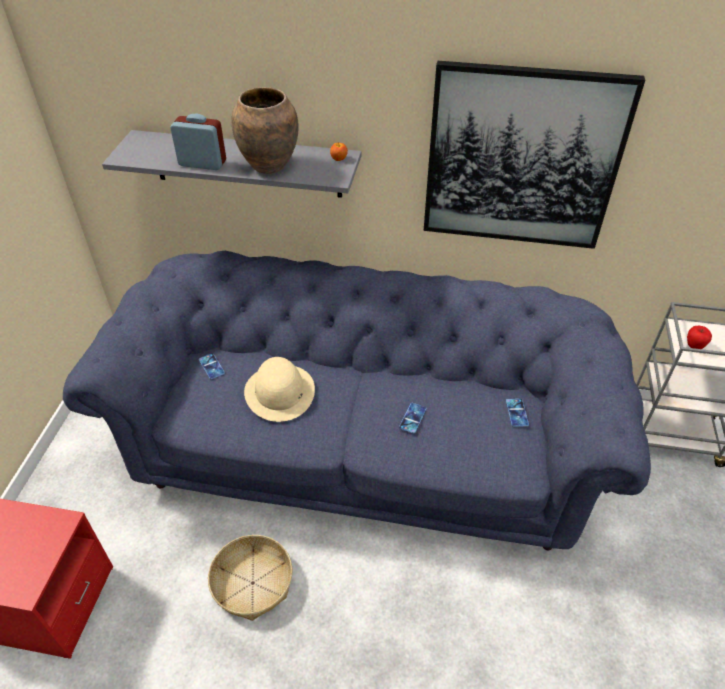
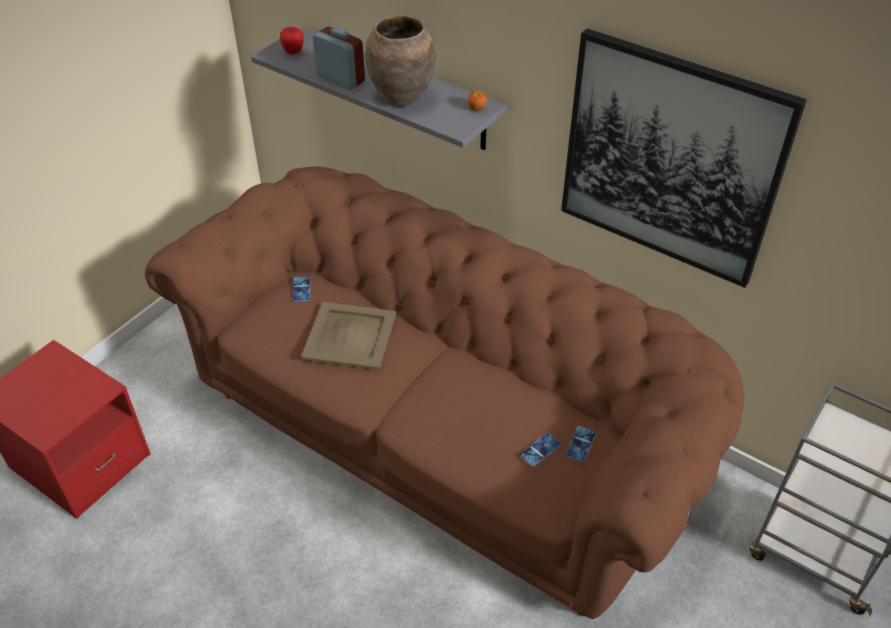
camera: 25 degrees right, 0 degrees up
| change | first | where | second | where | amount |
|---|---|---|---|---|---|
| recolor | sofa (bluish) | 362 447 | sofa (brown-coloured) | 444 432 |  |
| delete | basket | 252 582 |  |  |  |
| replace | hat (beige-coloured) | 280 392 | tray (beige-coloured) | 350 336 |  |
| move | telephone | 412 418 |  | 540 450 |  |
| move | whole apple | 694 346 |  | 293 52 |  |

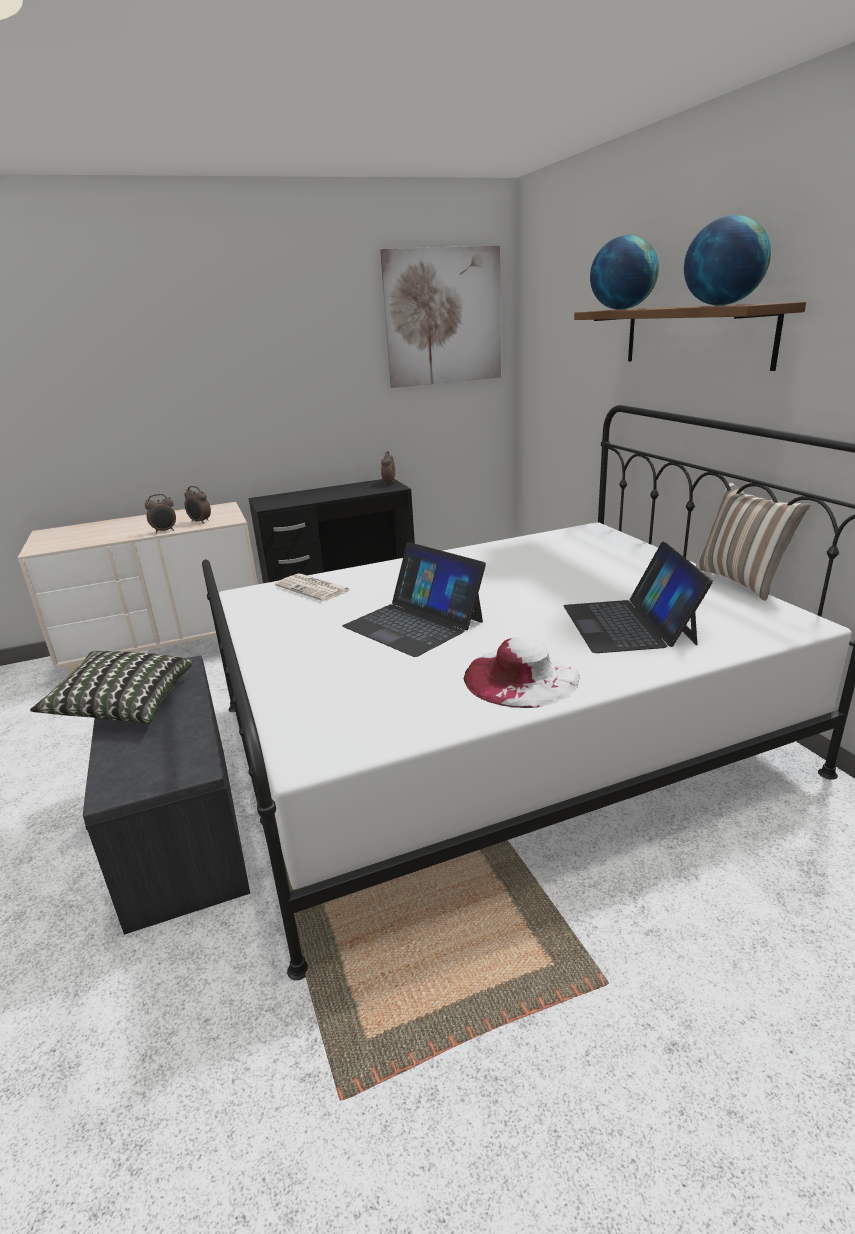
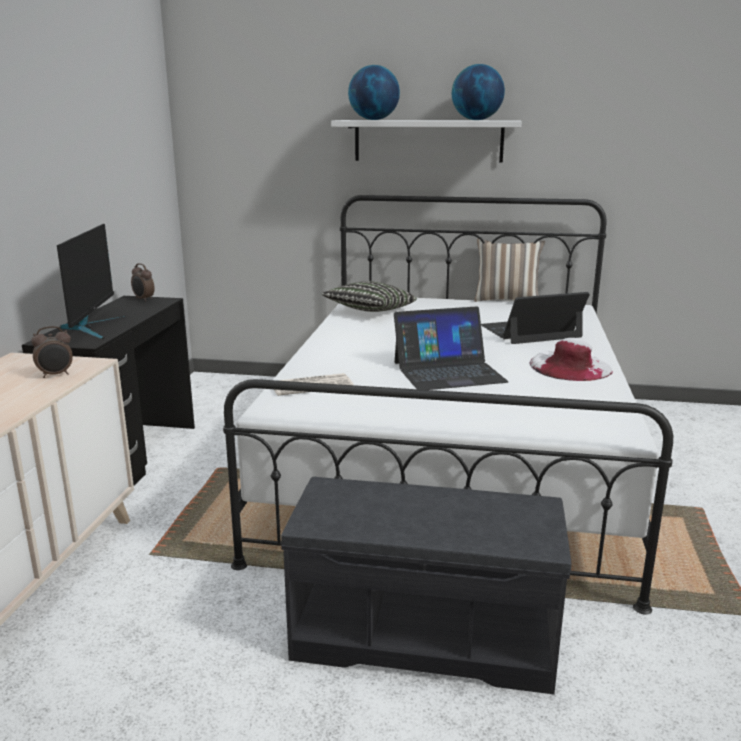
camera: 60 degrees left, 5 degrees down
| change | first | where | second | where | amount |
|---|---|---|---|---|---|
| move | pillow | 124 705 |  | 369 311 |  |
| delete | bedside clock | 165 531 |  |  |  |
| delete | wall picture | 443 317 |  |  |  |
| rotate | portable computer | 628 624 |  | 530 331 | 135 degrees clockwise |
| recolor | bracket shelf (brown-coloured) | 695 336 | bracket shelf (white-coloured) | 428 141 |  |
| insert |  |  | computer screen | 92 327 |  |

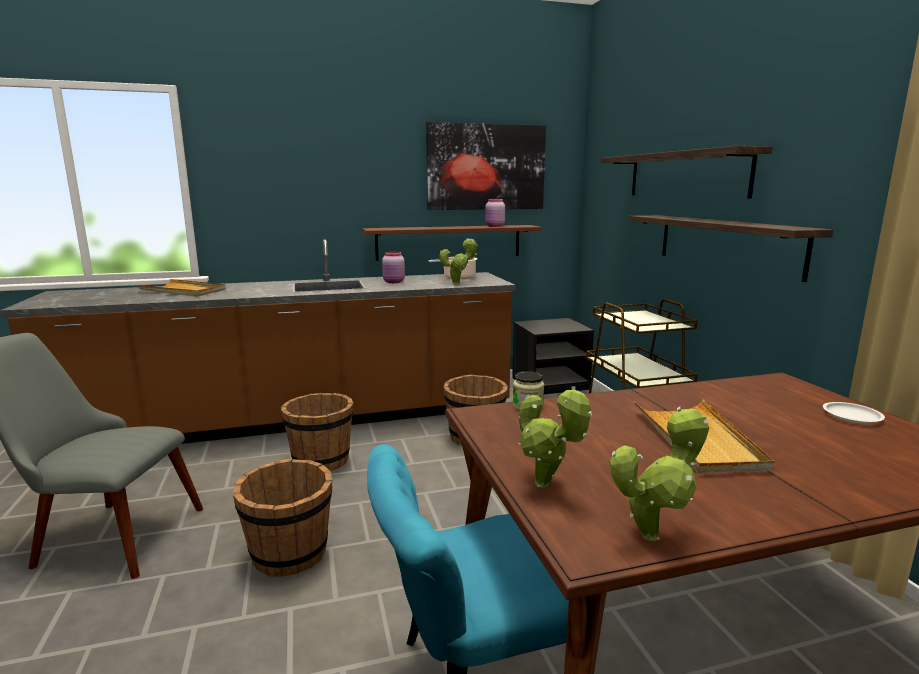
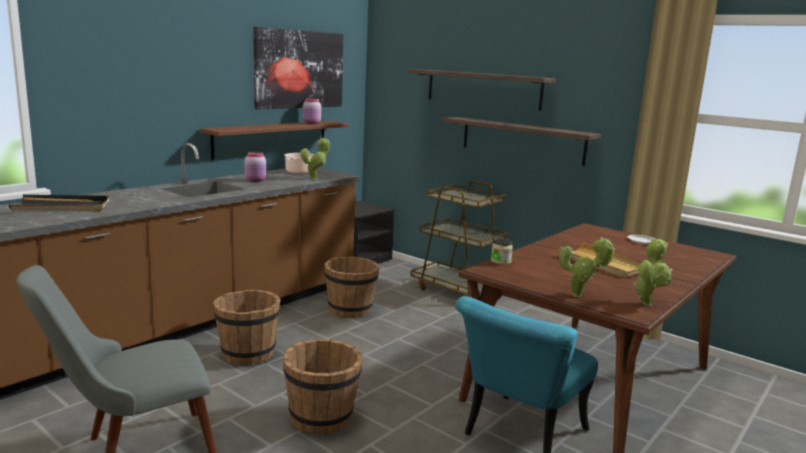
camera: 35 degrees left, 0 degrees up
| change | first | where | second | where | amount |
|---|---|---|---|---|---|
| recolor | tray (beige-coloured) | 183 291 | tray (black) | 62 207 |  |

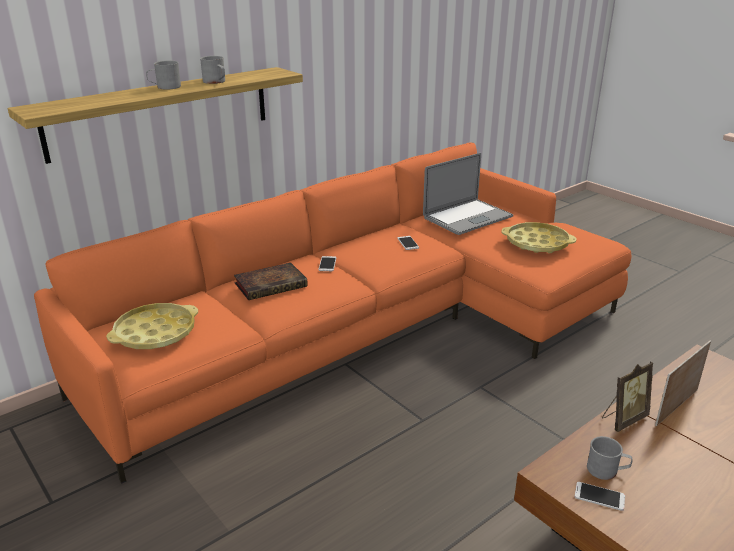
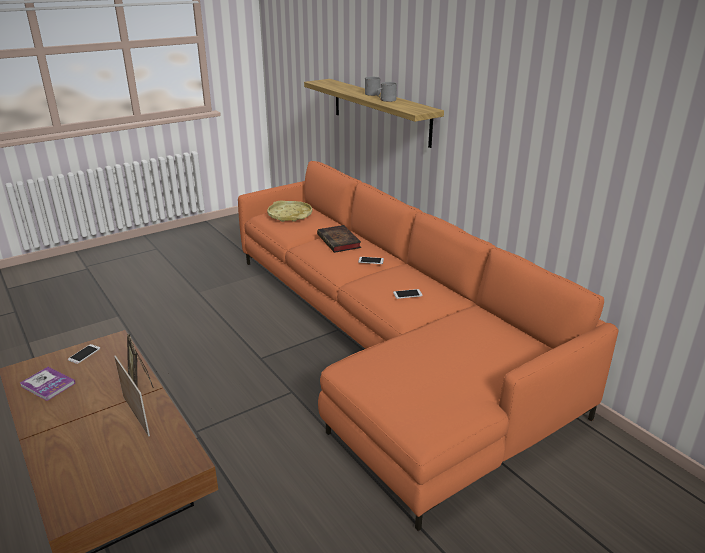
camera: 95 degrees right, 0 degrees up
| change | first | where | second | where | amount |
|---|---|---|---|---|---|
| delete | portable computer | 467 217 |  |  |  |
| delete | tray (yellowish) | 537 243 |  |  |  |
| delete | mug (greyish) | 607 470 |  |  |  |
| insert |  |  | volume | 48 384 |  |

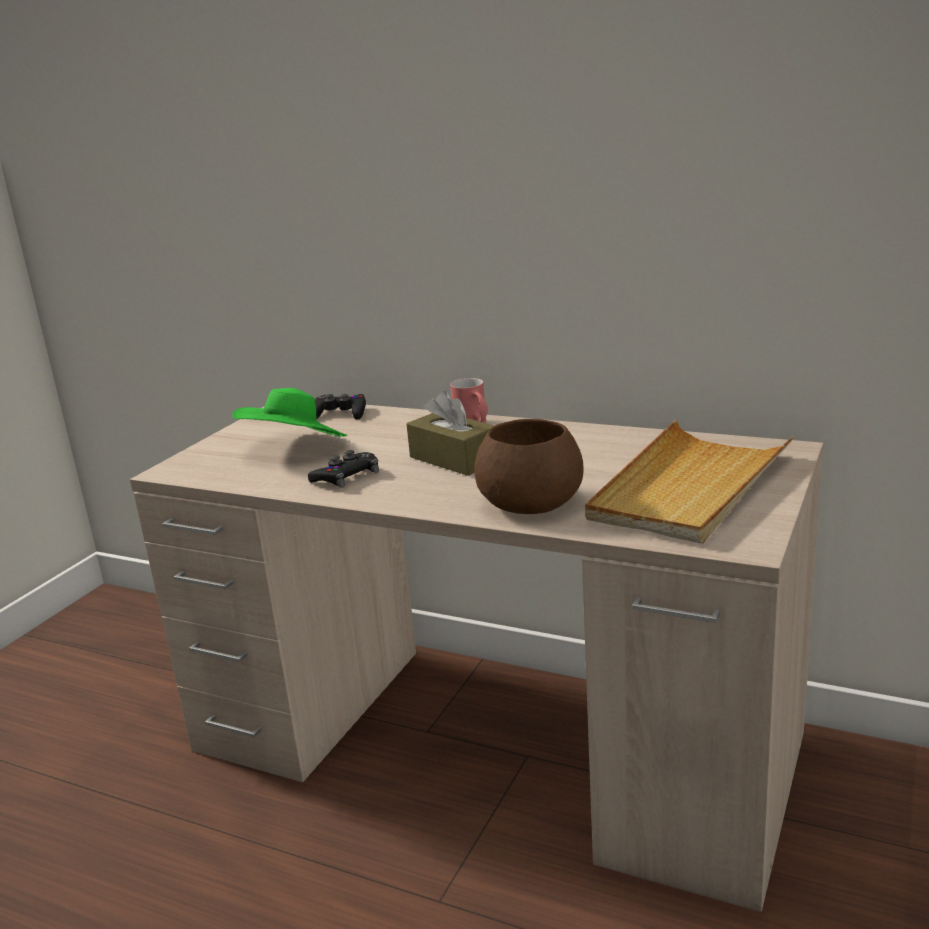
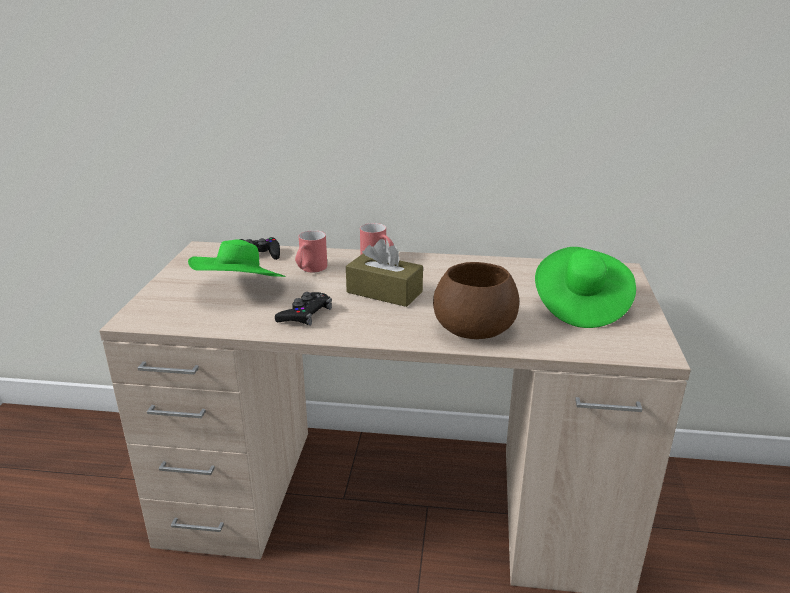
camera: 20 degrees left, 5 degrees up
| change | first | where | second | where | amount |
|---|---|---|---|---|---|
| replace | tray (beige-coloured) | 690 487 | hat (green-coloured) | 580 306 |  |
| insert |  |  | mug (red) | 310 270 |  |

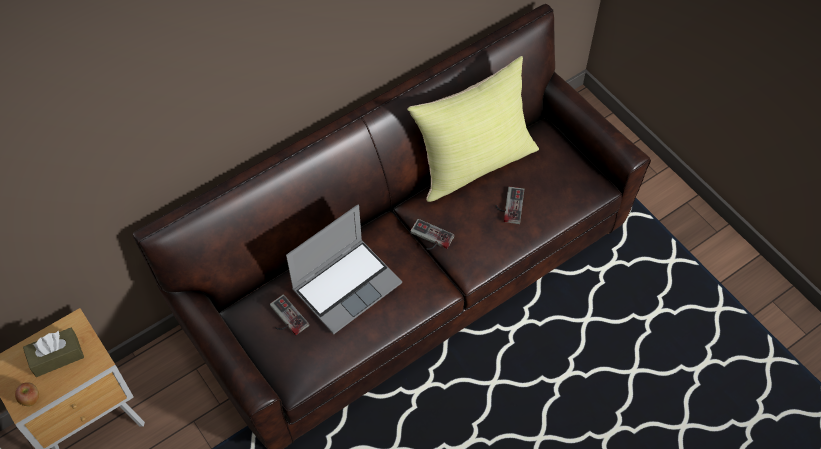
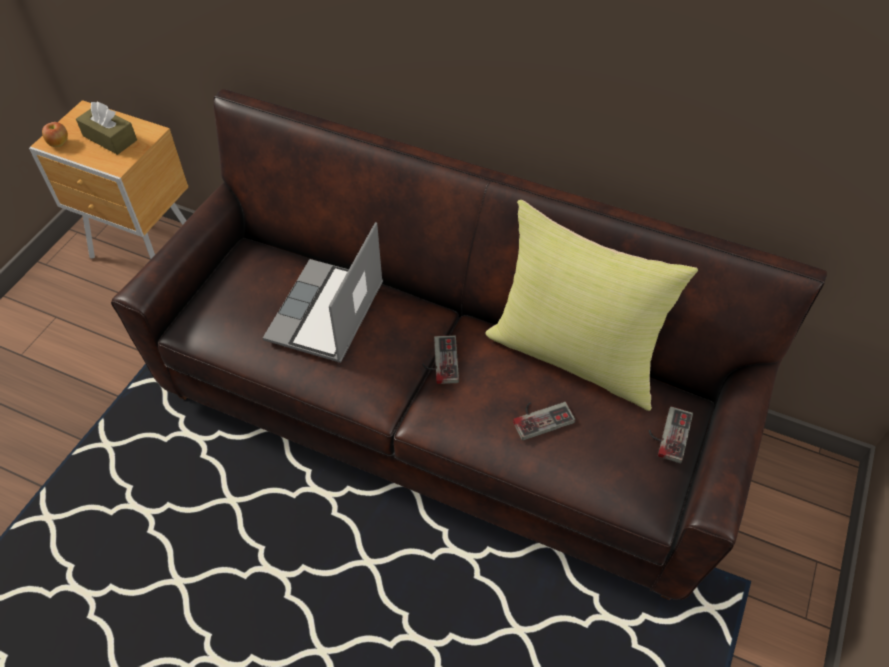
camera: 60 degrees right, 5 degrees down
| change | first | where | second | where | amount |
|---|---|---|---|---|---|
| move | joypad | 285 318 |  | 667 433 |  |
| rotate | portable computer | 347 285 |  | 327 314 | 90 degrees clockwise |

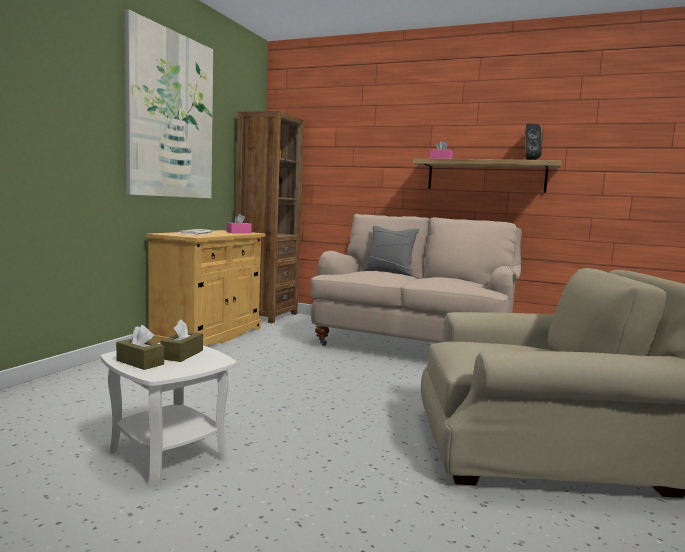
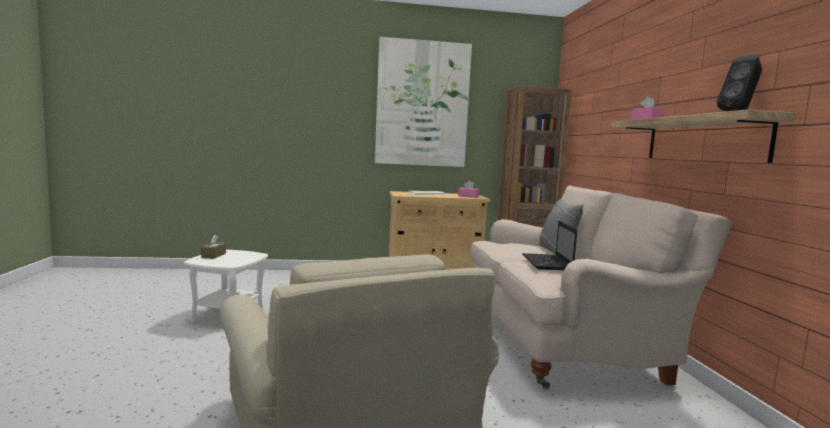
camera: 60 degrees right, 0 degrees up
| change | first | where | second | where | amount |
|---|---|---|---|---|---|
| delete | tissue holder (brown-coloured) | 182 354 |  |  |  |
| insert |  |  | portable computer | 547 263 |  |

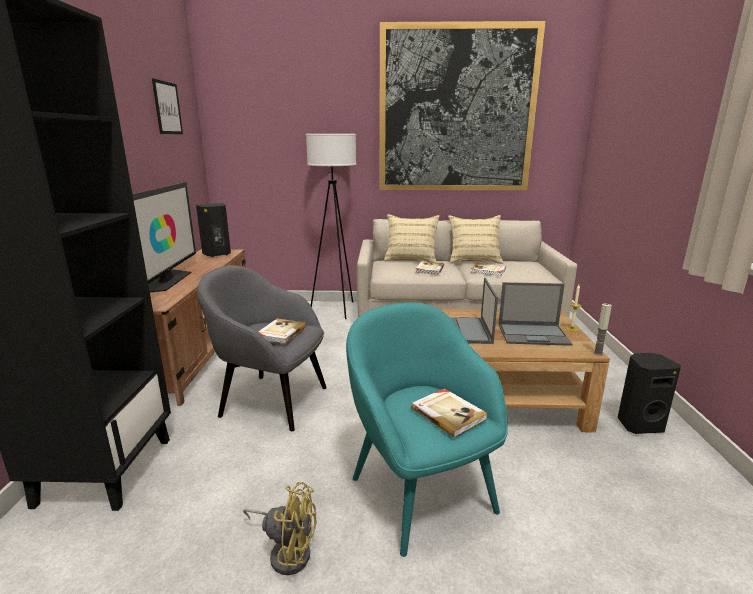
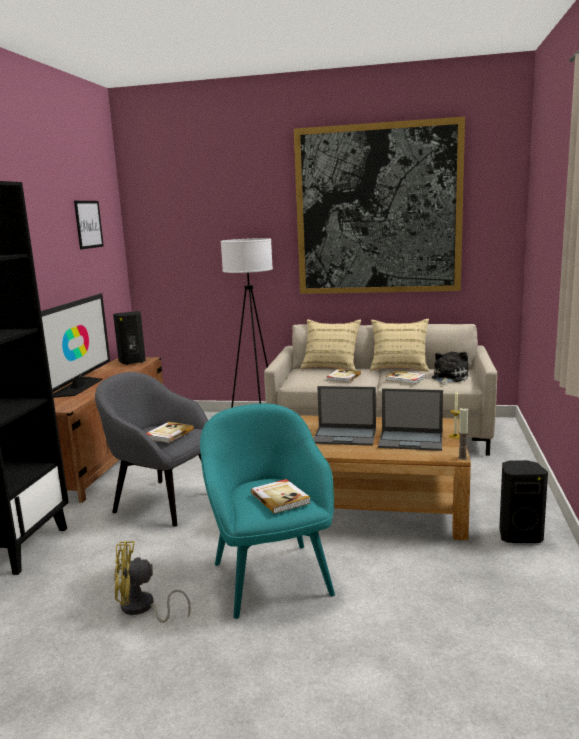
camera: 10 degrees right, 5 degrees down
| change | first | where | second | where | amount |
|---|---|---|---|---|---|
| rotate | fan (yellowish) | 287 551 |  | 142 608 | 150 degrees clockwise |
| rotate | portable computer | 465 331 |  | 345 436 | 90 degrees counterclockwise |
| insert |  |  | soft toy | 448 378 |  |

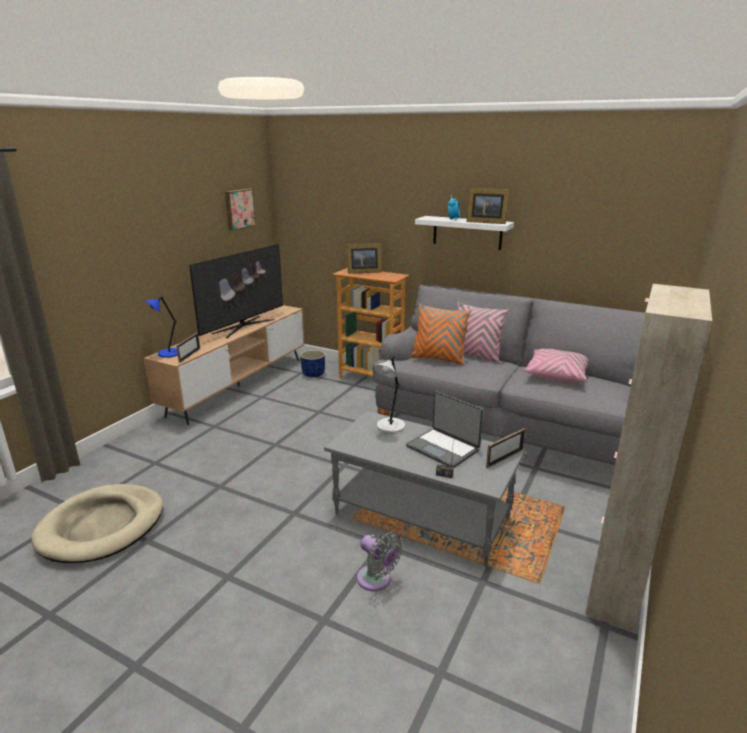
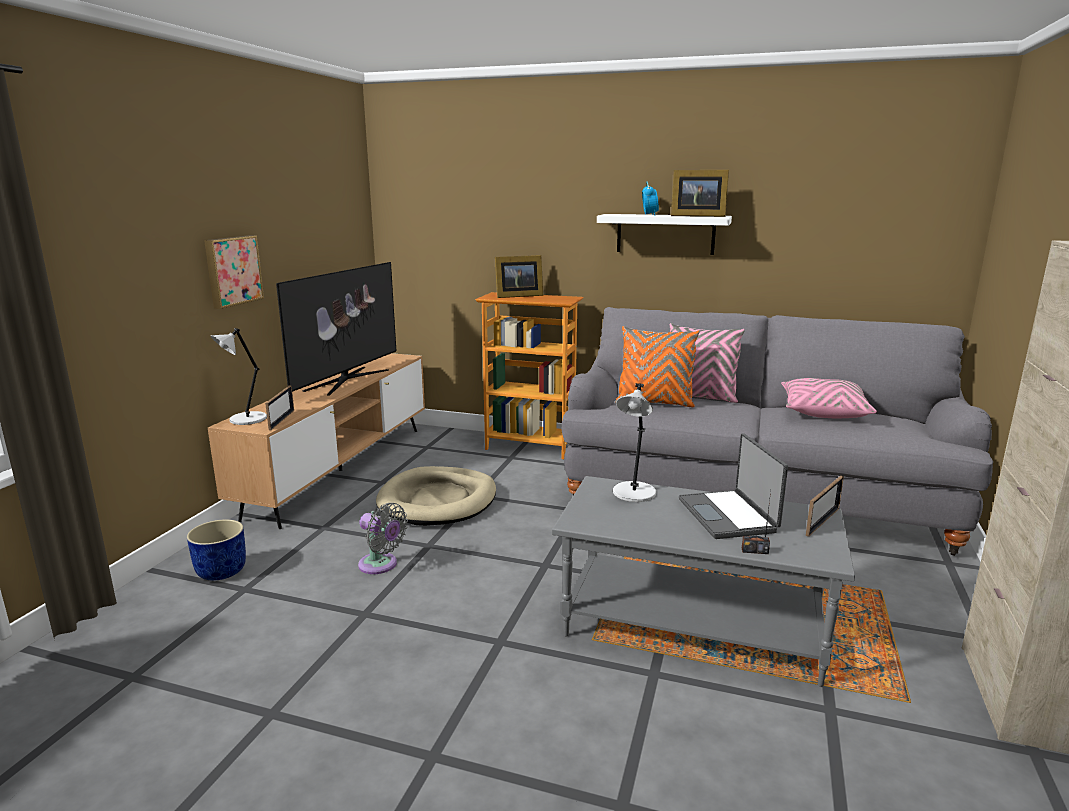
camera: 10 degrees left, 5 degrees down
| change | first | where | second | where | amount |
|---|---|---|---|---|---|
| move | pet bed (beige-coloured) | 102 526 |  | 438 501 |  |
| recolor | lamp for a table (bluish) | 168 353 | lamp for a table (greyish) | 246 419 |  |
| move | wall picture | 239 209 |  | 232 270 |  |
| move | flower pot (bluish) | 313 374 |  | 222 571 |  |
| move | fan (greyish) | 376 580 |  | 381 565 |  |
| rotate | portable computer | 443 448 |  | 728 515 | 45 degrees clockwise |

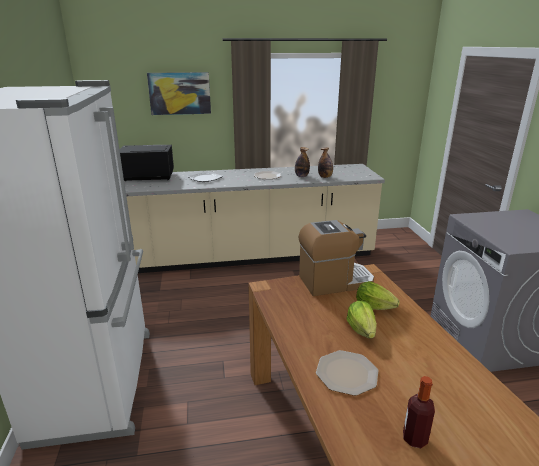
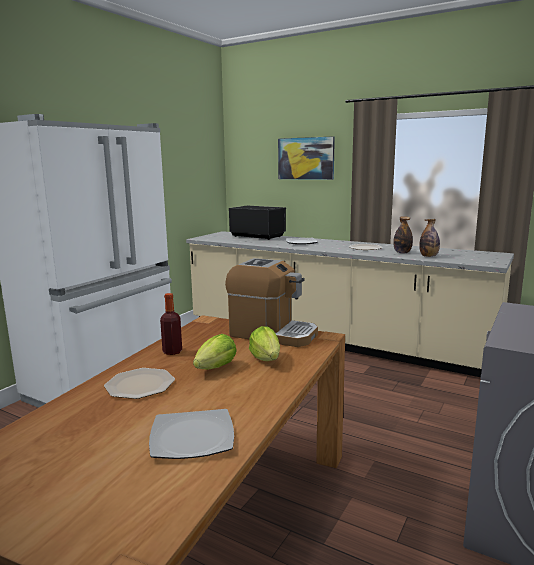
camera: 40 degrees right, 10 degrees down
| change | first | where | second | where | amount |
|---|---|---|---|---|---|
| move | drink bottle | 414 439 |  | 172 352 |  |
| insert |  |  | flat dish | 193 437 |  |

